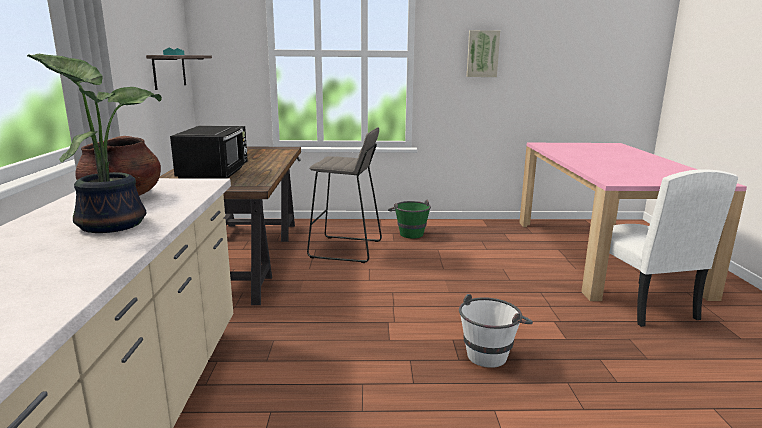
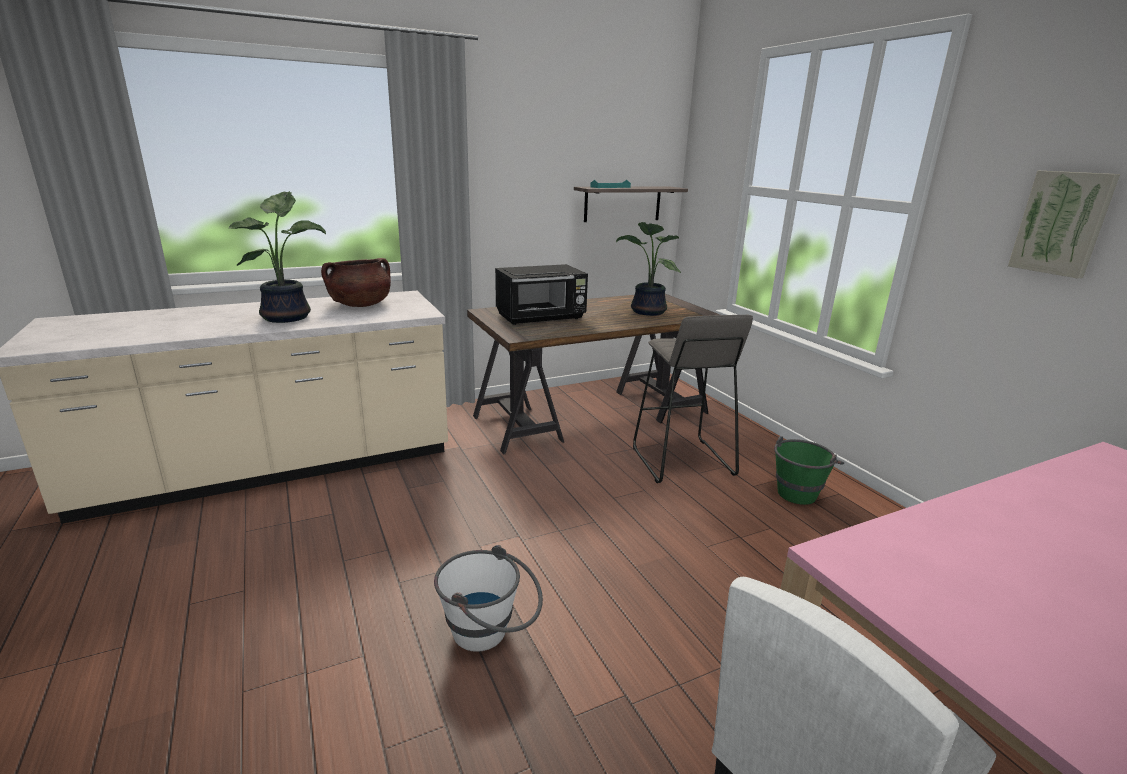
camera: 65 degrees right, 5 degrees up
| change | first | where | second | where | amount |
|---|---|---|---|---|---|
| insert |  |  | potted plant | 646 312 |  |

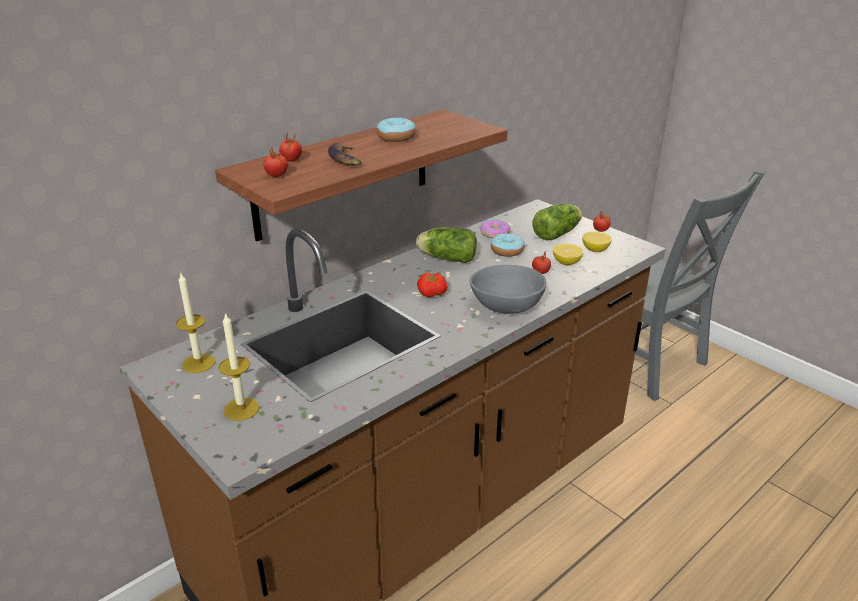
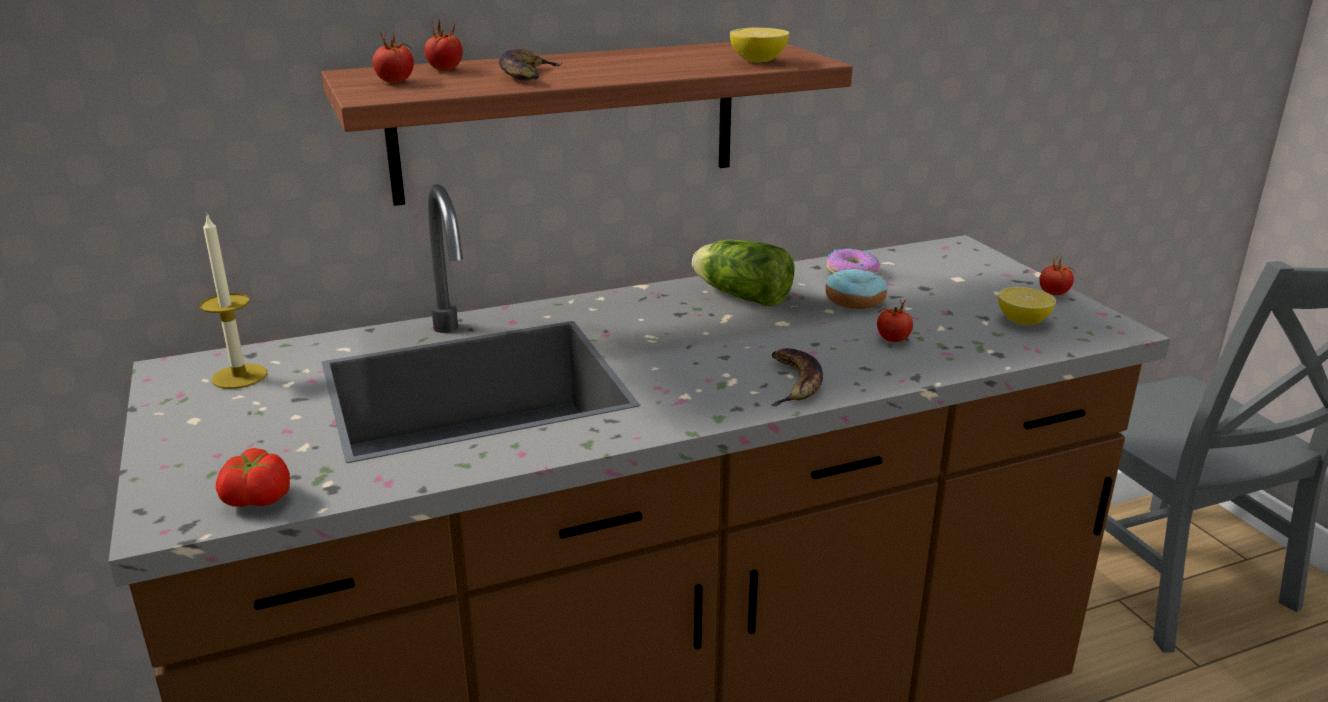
camera: 20 degrees right, 5 degrees down
| change | first | where | second | where | amount |
|---|---|---|---|---|---|
| delete | candle | 241 409 |  |  |  |
| delete | ring doughnut | 396 137 |  |  |  |
| move | whole tomato | 431 294 |  | 256 500 |  |
| replace | serving bowl (greyish) | 508 307 | whole banana | 792 382 |  |
| delete | lettuce head | 558 233 |  |  |  |
| move | whole lemon | 566 263 |  | 758 61 |  |

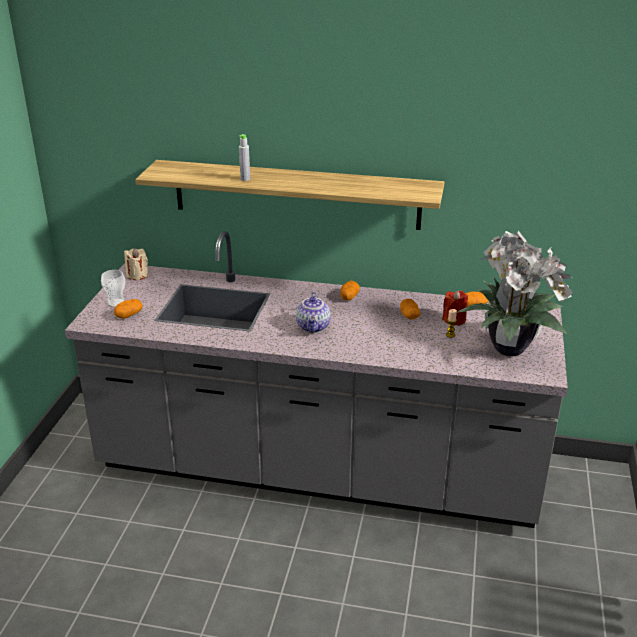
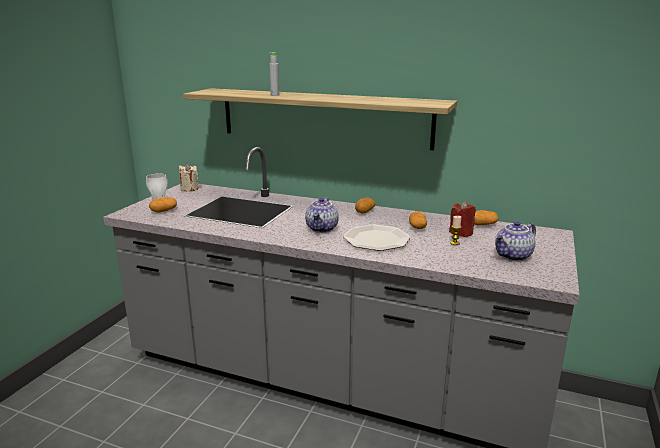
camera: 10 degrees right, 10 degrees down
| change | first | where | second | where | amount |
|---|---|---|---|---|---|
| replace | potted plant | 507 347 | pot for tea | 513 256 |  |
| insert |  |  | flat dish | 377 239 |  |

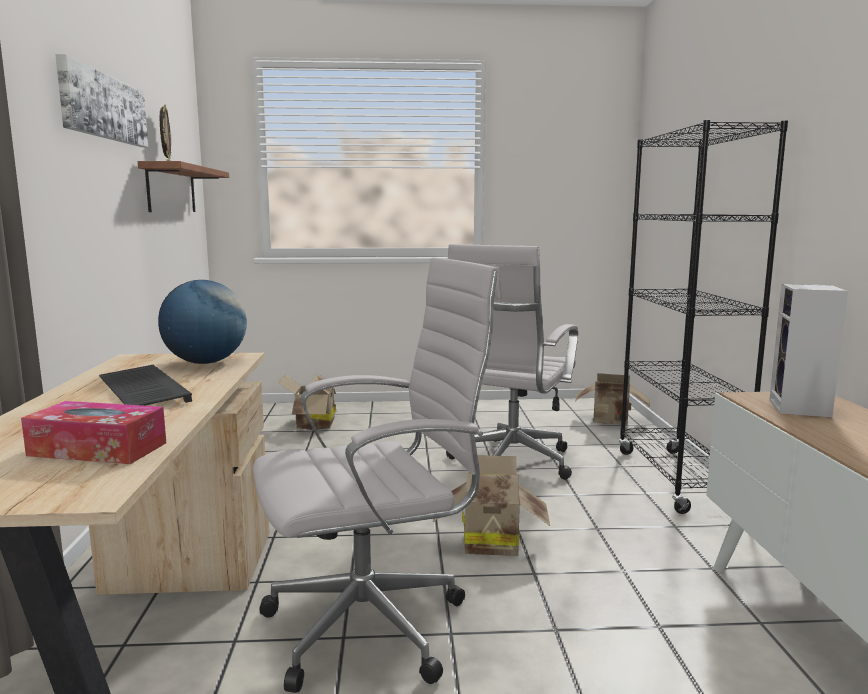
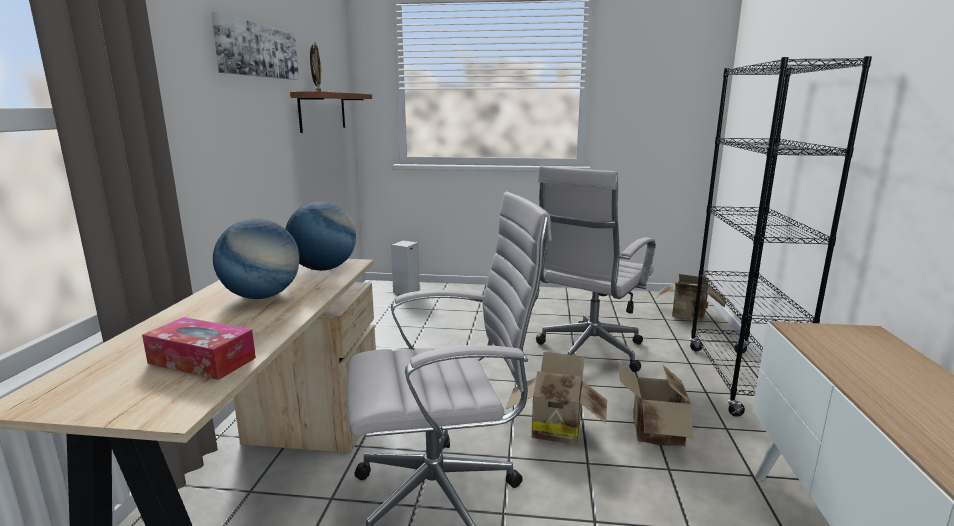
camera: 10 degrees right, 5 degrees up
| change | first | where | second | where | amount |
|---|---|---|---|---|---|
| replace | PC keyboard | 140 390 | desk globe | 262 296 |  |
| move | carton | 311 425 |  | 652 433 |  |
| move | audio speaker | 801 409 |  | 406 291 |  |

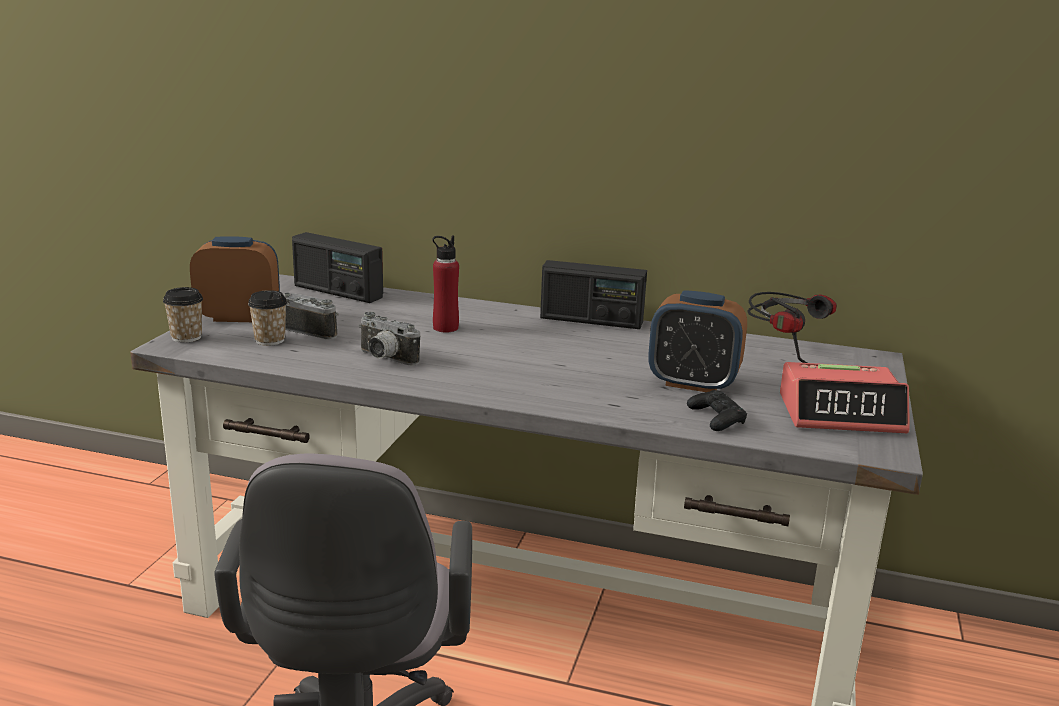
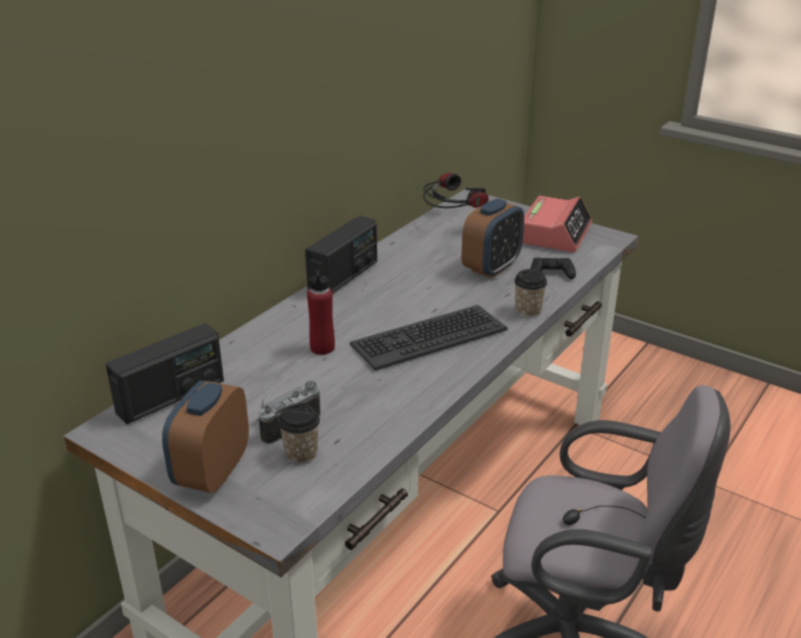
camera: 70 degrees left, 10 degrees up
| change | first | where | second | where | amount |
|---|---|---|---|---|---|
| move | drinking cup | 186 337 |  | 528 311 |  |
| delete | photo camera | 384 359 |  |  |  |
| insert |  |  | PC keyboard | 428 337 |  |

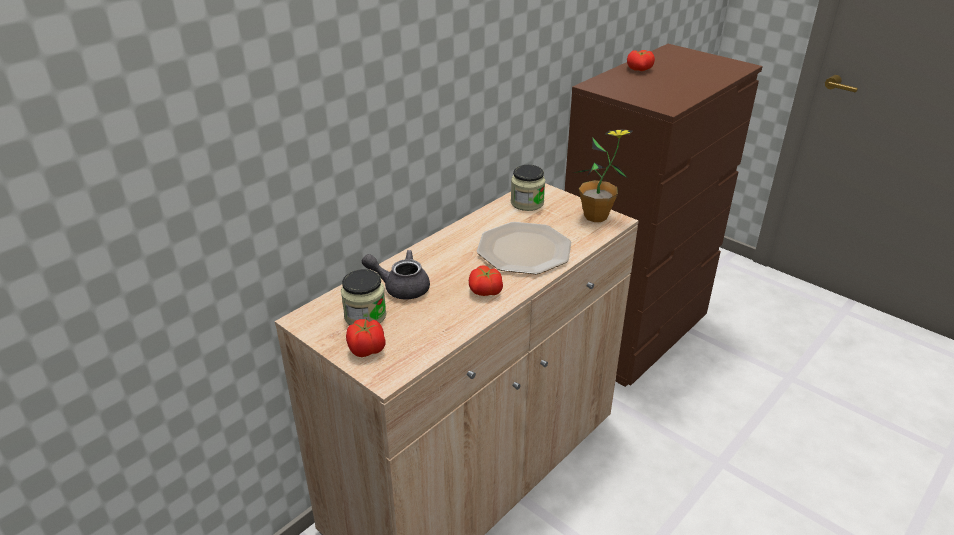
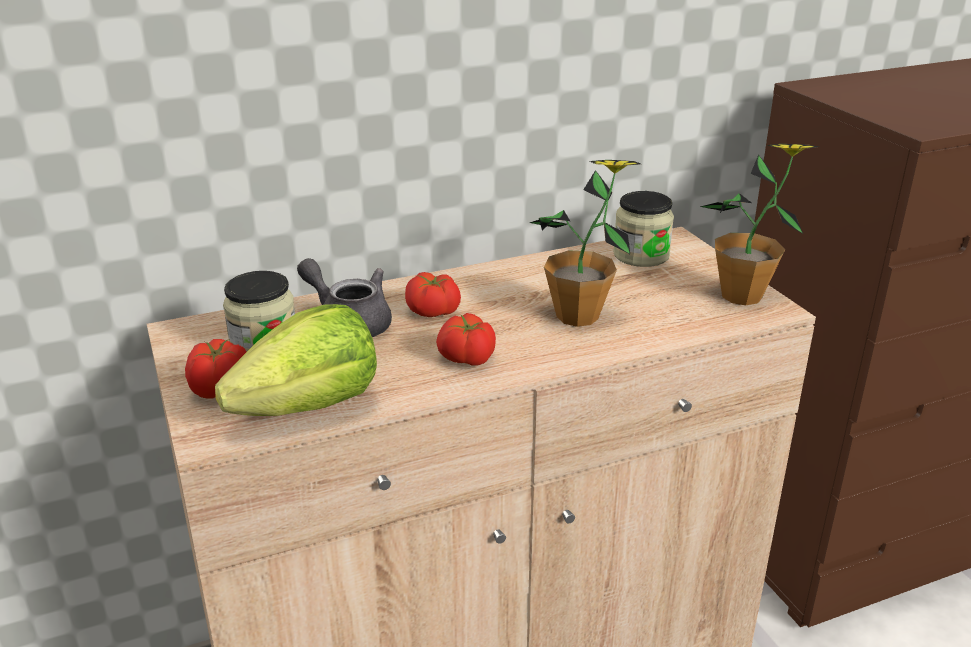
camera: 25 degrees right, 5 degrees down
| change | first | where | second | where | amount |
|---|---|---|---|---|---|
| replace | flat dish | 523 250 | potted plant | 577 316 |  |
| move | whole tomato | 639 69 |  | 432 312 |  |
| insert |  |  | lettuce head | 311 407 |  |

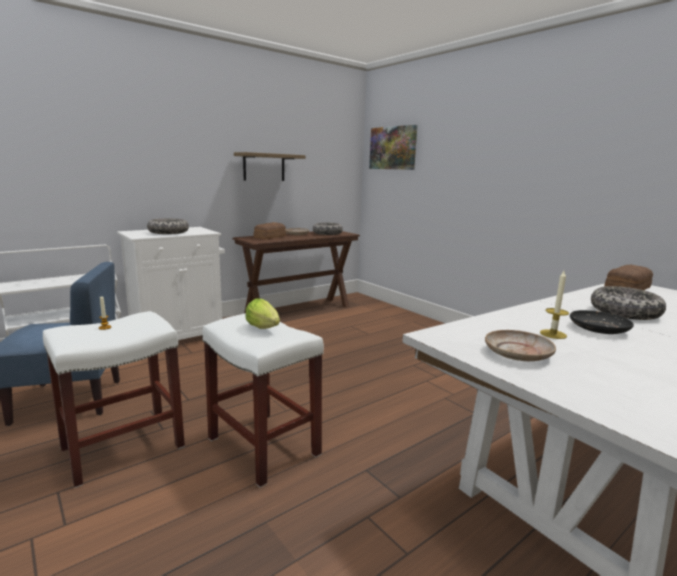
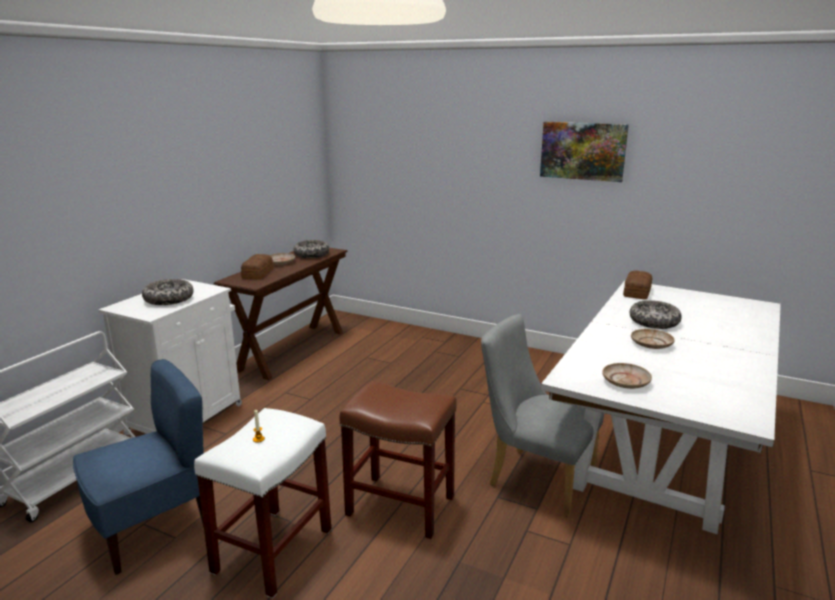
camera: 25 degrees left, 5 degrees up
| change | first | where | second | where | amount |
|---|---|---|---|---|---|
| recolor | sitting stool (white-coloured) | 264 446 | sitting stool (brown-coloured) | 402 505 |  |
| delete | bracket shelf | 264 167 |  |  |  |
| delete | lettuce head | 264 328 |  |  |  |
| move | wall picture | 393 148 |  | 583 151 |  |
| delete | candle | 553 334 |  |  |  |
| recolor | flat dish (black) | 598 329 | flat dish (beige-coloured) | 651 344 |  |
| insert |  |  | chair (greyish) | 534 477 |  |

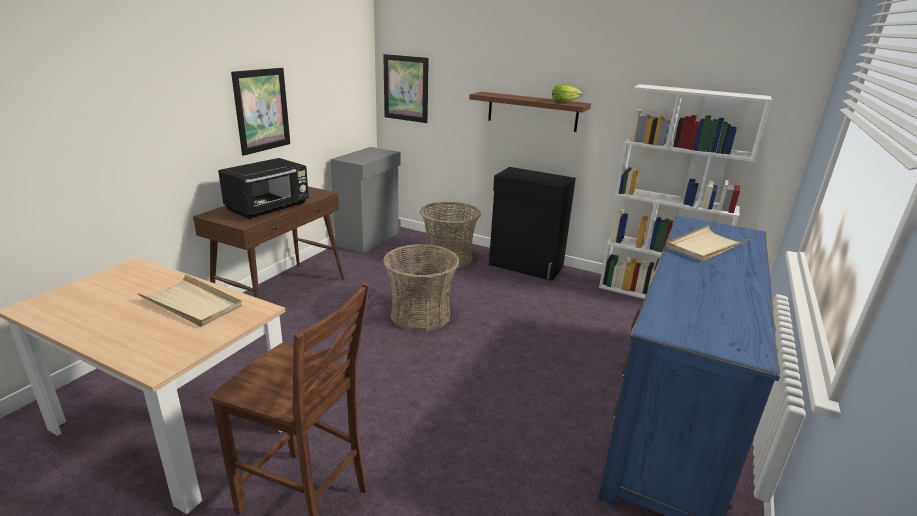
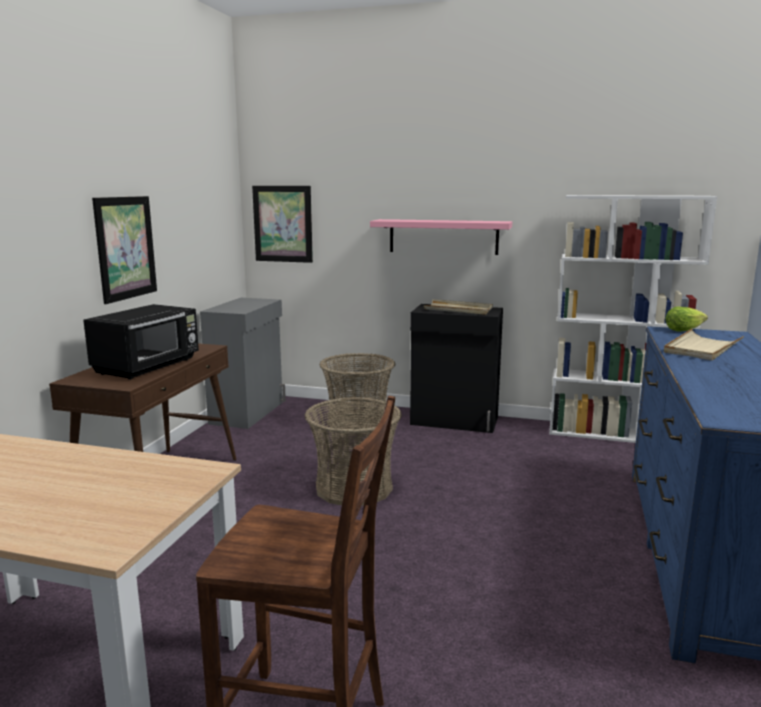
camera: 10 degrees left, 10 degrees down
| change | first | where | second | where | amount |
|---|---|---|---|---|---|
| move | tray (beige-coloured) | 192 303 |  | 458 310 |  |
| recolor | bracket shelf (brown-coloured) | 532 111 | bracket shelf (pink-coloured) | 443 236 |  |
| move | lettuce head | 564 101 |  | 683 330 |  |

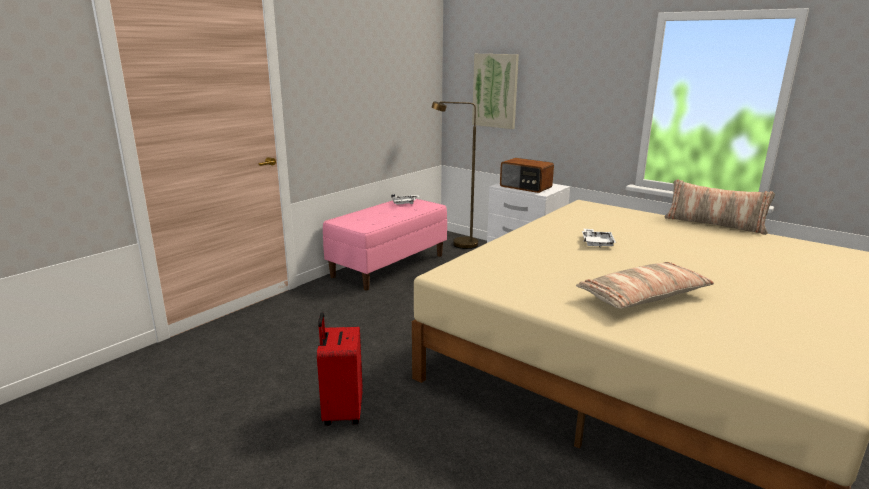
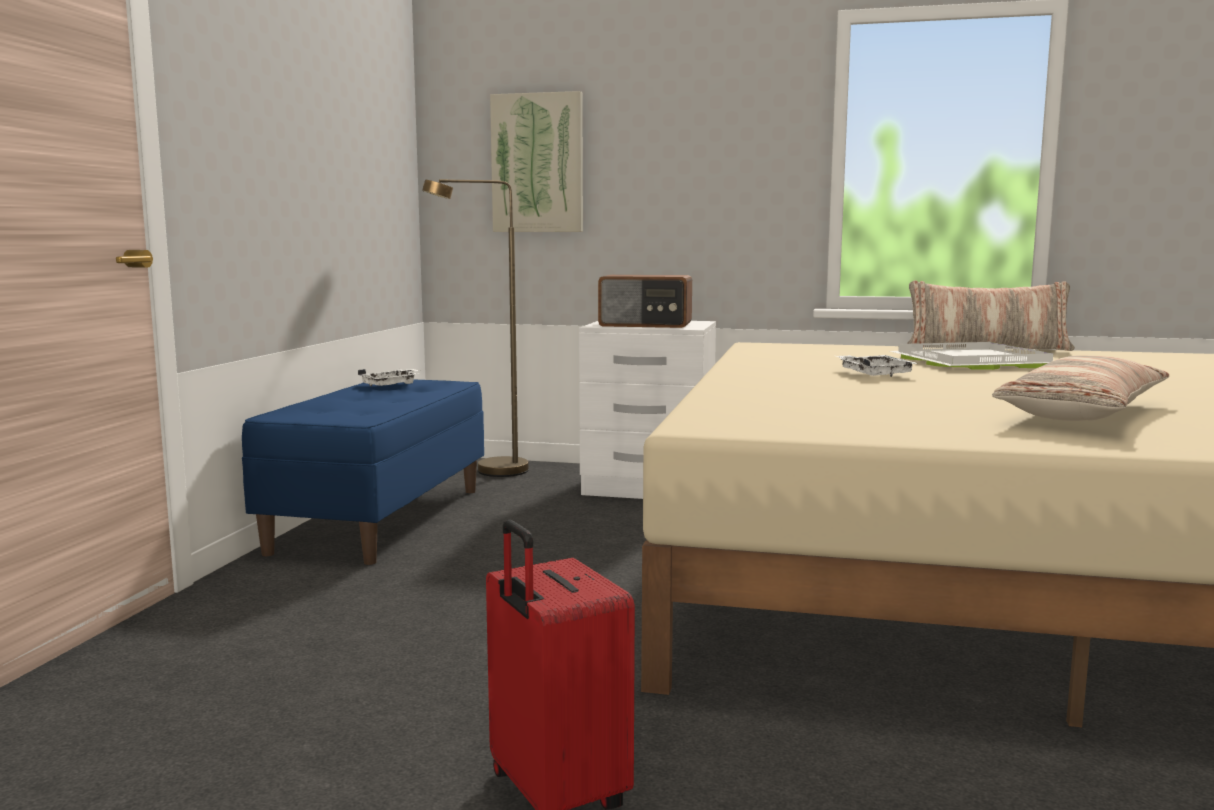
camera: 25 degrees left, 10 degrees down
| change | first | where | second | where | amount |
|---|---|---|---|---|---|
| recolor | indoor bench (pink-coloured) | 388 265 | indoor bench (bluish) | 379 519 |  |
| insert |  |  | tray (white-coloured) | 968 362 |  |

